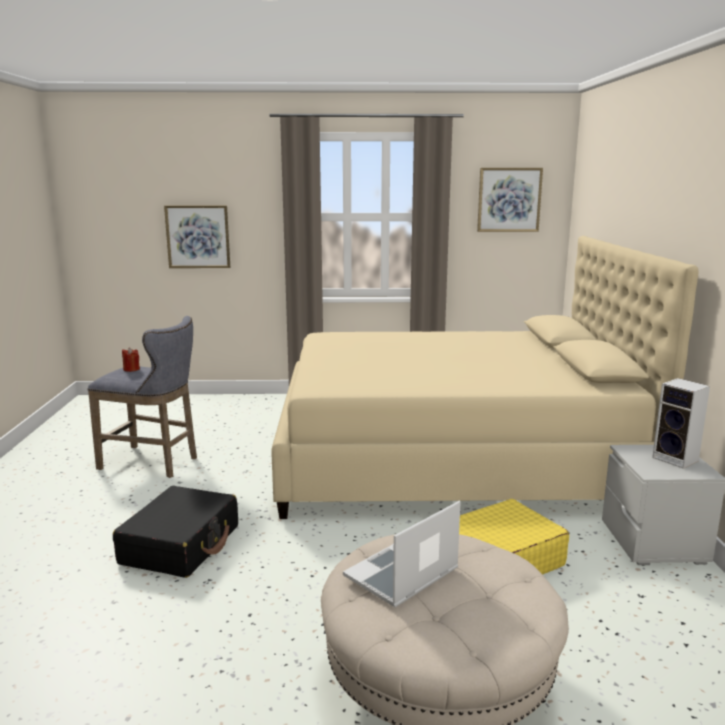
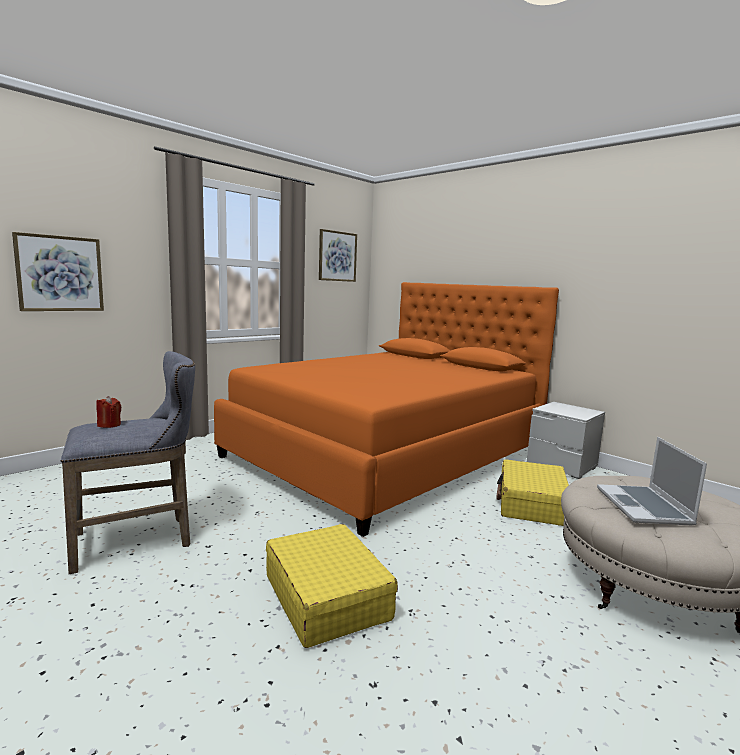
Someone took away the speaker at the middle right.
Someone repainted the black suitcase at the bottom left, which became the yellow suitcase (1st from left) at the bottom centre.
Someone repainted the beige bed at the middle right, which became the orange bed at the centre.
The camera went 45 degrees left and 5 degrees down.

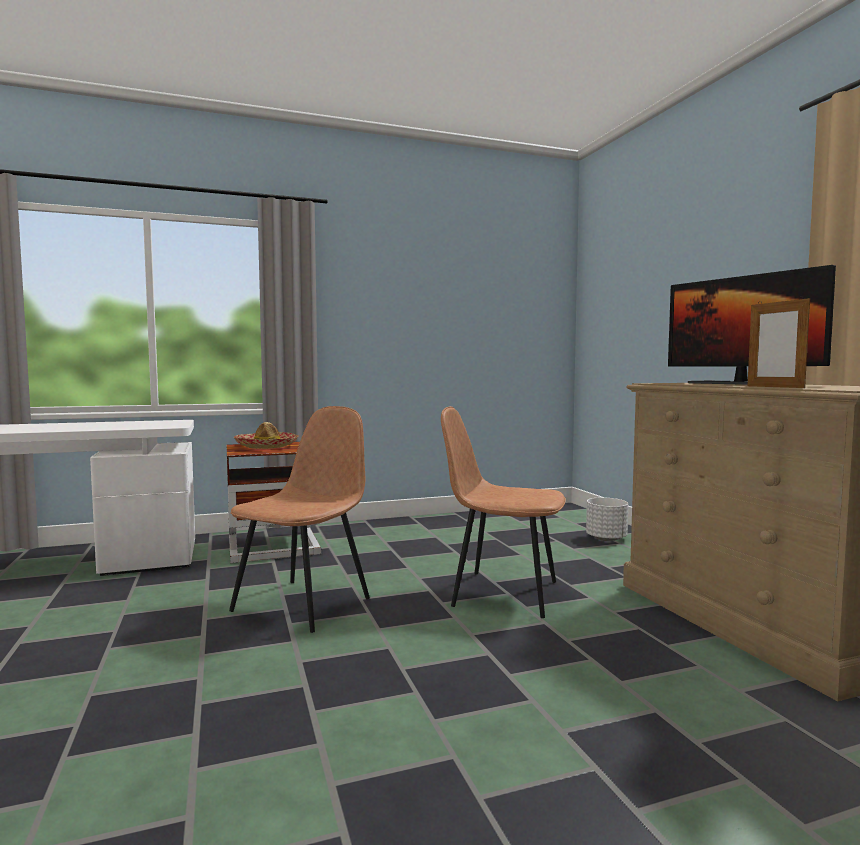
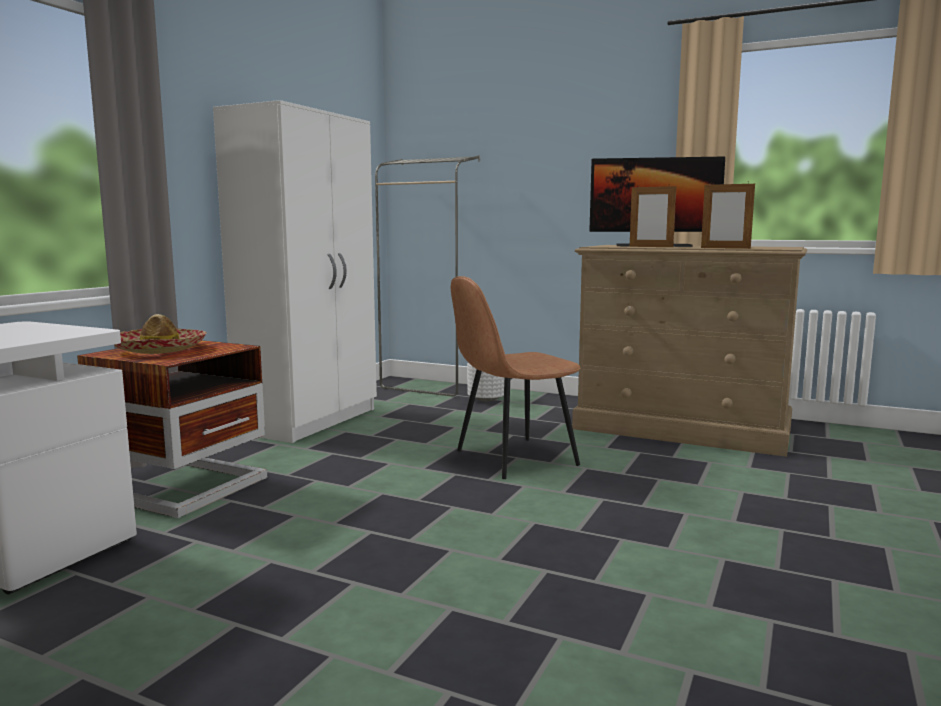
Someone took away the brown chair (1st from left) at the centre.
Someone put down the white wardrobe at the middle left.
Someone put down the grey clothes rack at the centre.
Someone put down the picture frame (1st from left) at the top right.
The camera went 45 degrees left and 5 degrees up.

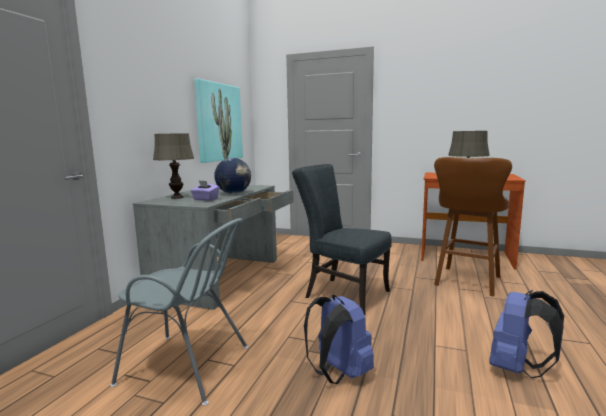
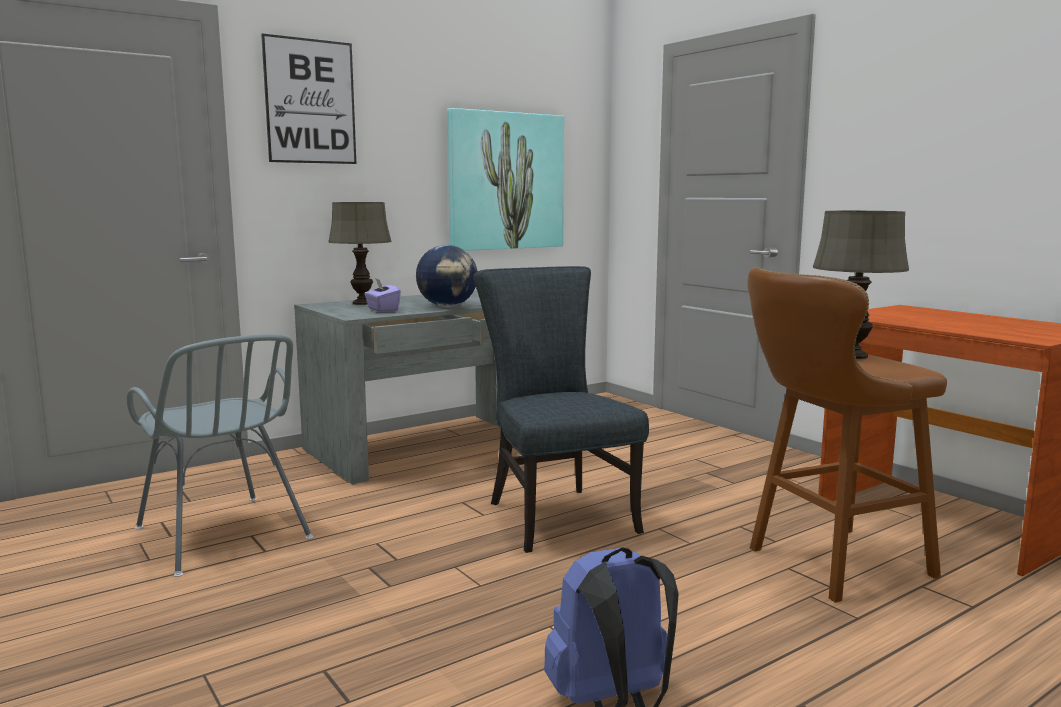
Someone took away the blue backpack (1st from left) at the bottom centre.
Someone put up the picture (1st from left) at the top left.
The camera went 35 degrees right and 0 degrees up.

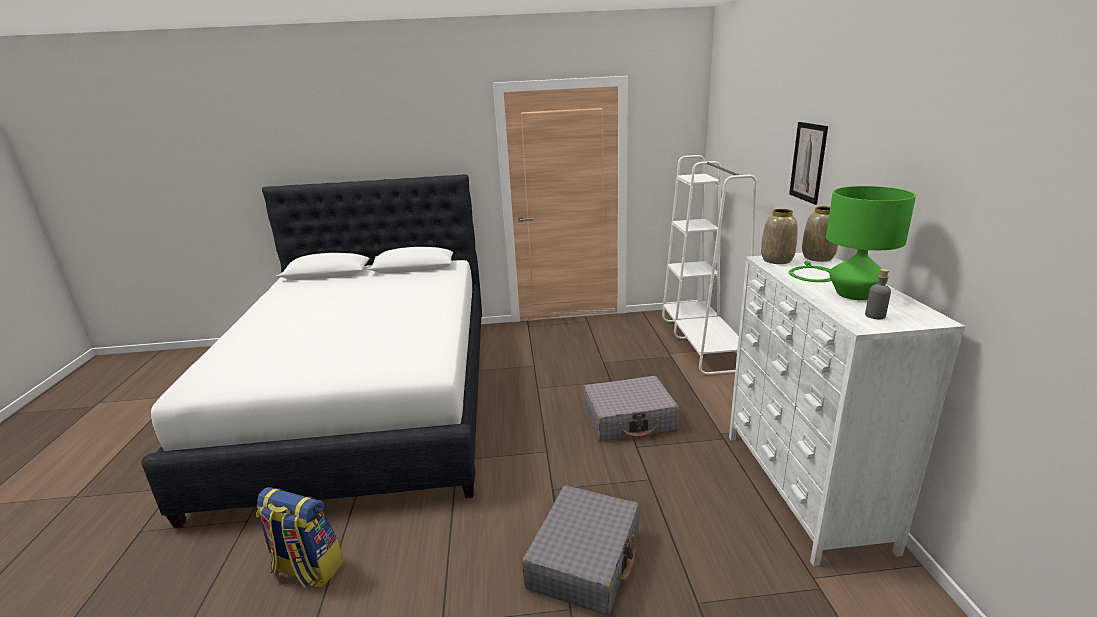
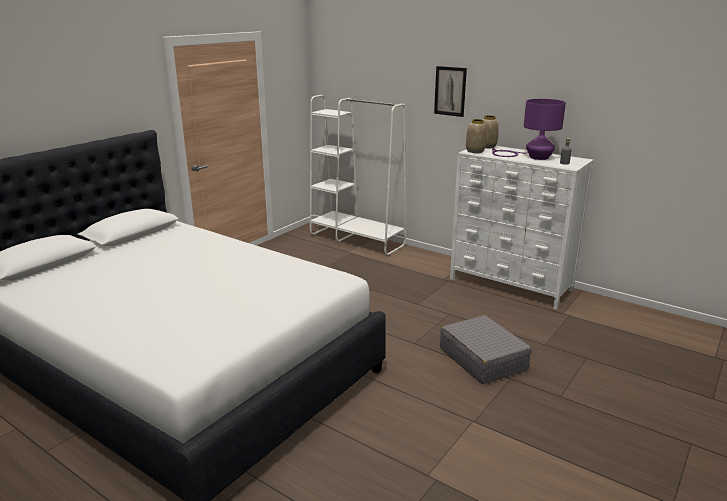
Someone took away the backpack at the bottom left.
Someone took away the grey suitcase (2nd from left) at the centre.
Someone repainted the green table lamp at the middle right, which became the purple table lamp at the top right.
The camera went 50 degrees left and 0 degrees up.

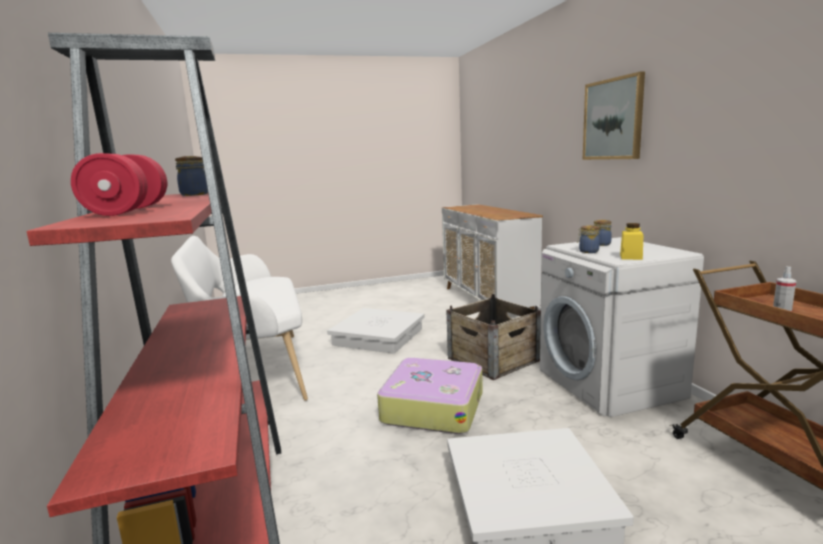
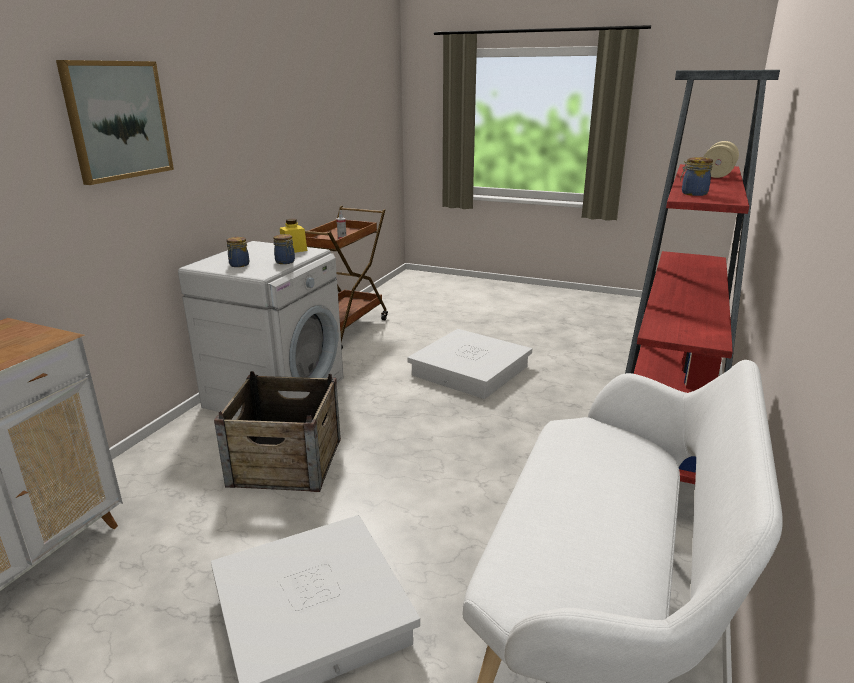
Someone took away the suitcase at the bottom centre.
Someone repainted the red dumbbell at the middle left, which became the beige dumbbell at the top right.
The camera went 140 degrees left and 10 degrees up.

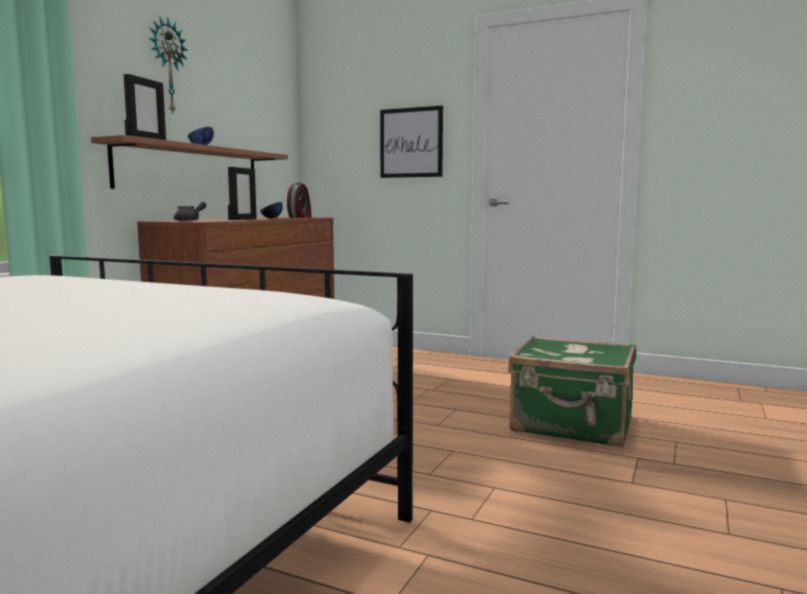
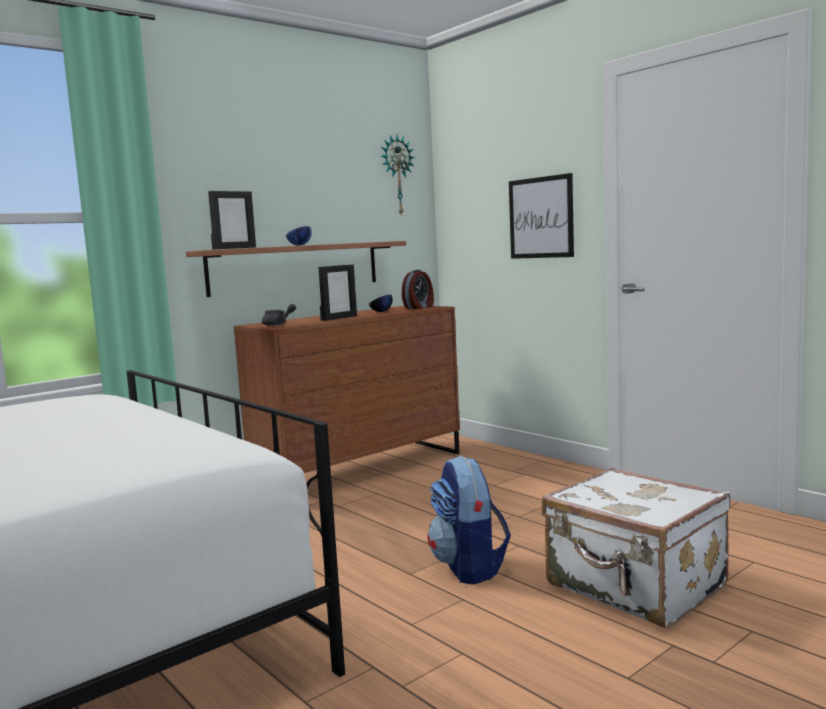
Someone put down the backpack at the bottom centre.
Someone carried the wall clock from the top left to the top centre.
Someone repainted the green suitcase at the middle right, which became the white suitcase at the bottom right.
The camera went 25 degrees right and 0 degrees up.

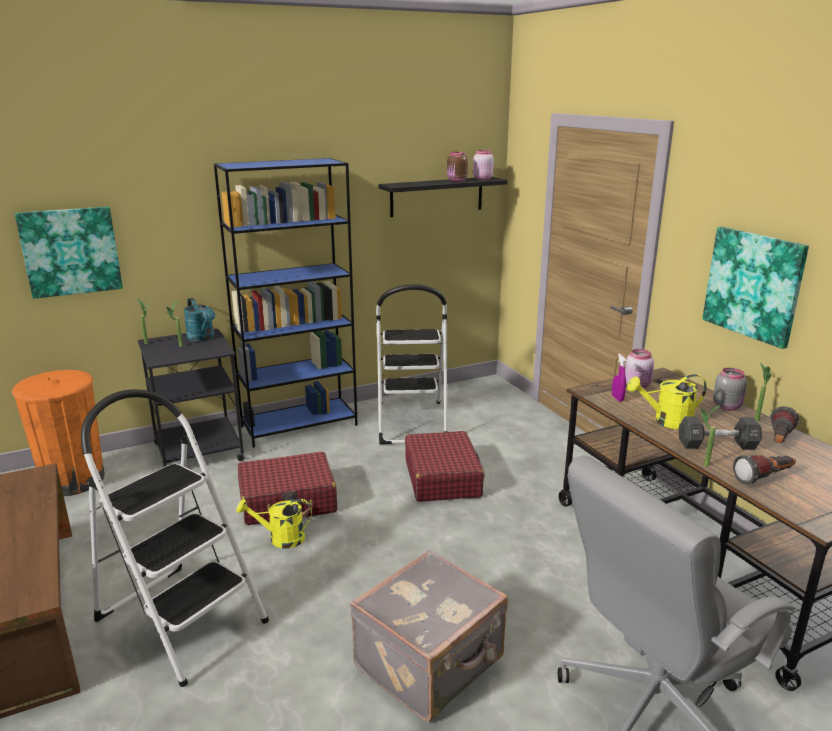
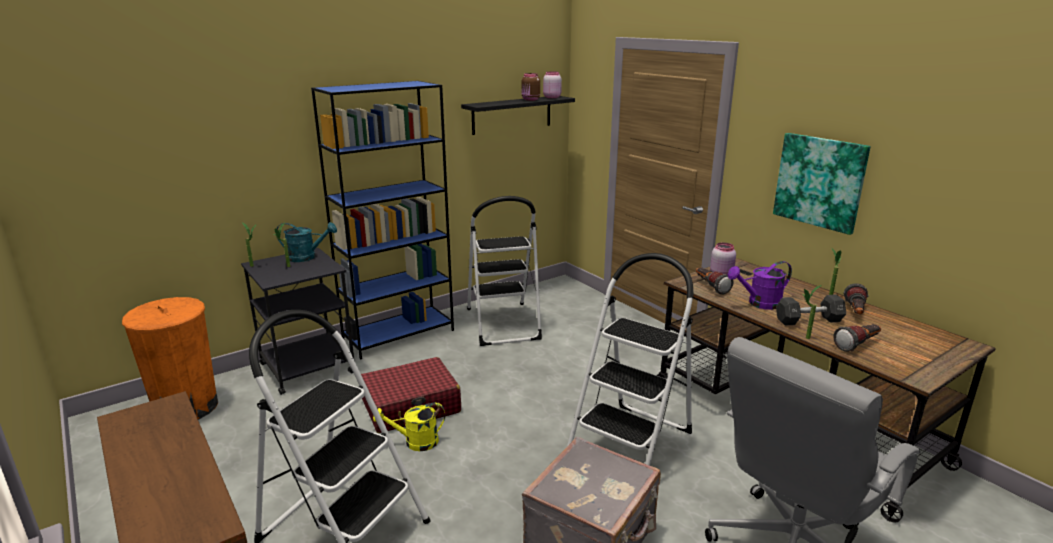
Someone took away the picture (1st from left) at the middle left.
Someone took away the red suitcase (2nd from left) at the centre.
Someone took away the grey jar at the middle right.
Someone put down the step ladder (3rd from left) at the centre.
Someone swapped the purple spray bottle at the middle right for the flashlight (1st from left) at the middle right.
Someone repainted the yellow watering can (2nd from left) at the middle right, which became the purple watering can at the middle right.
Someone rotated the turquoise watering can at the middle left by 45 degrees counterclockwise.
The camera went 10 degrees left and 0 degrees up.

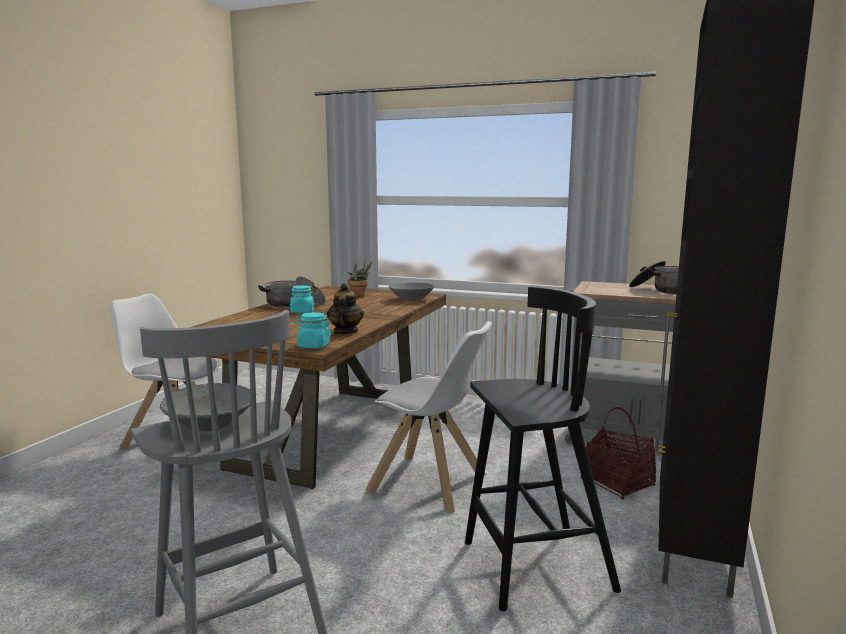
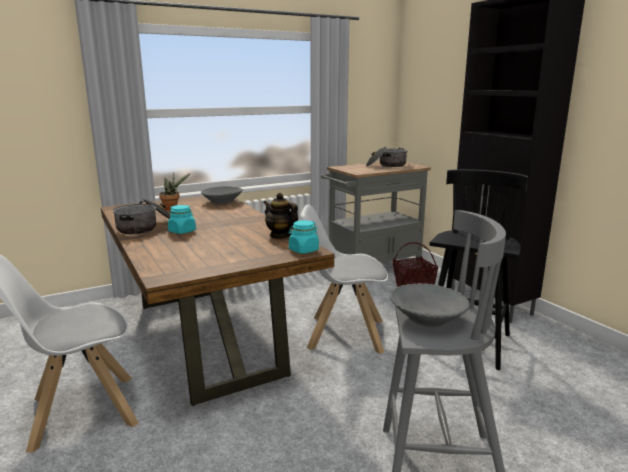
Someone rotated the chair (2nd from left) at the centre by 150 degrees counterclockwise.
The camera went 50 degrees left and 5 degrees up.

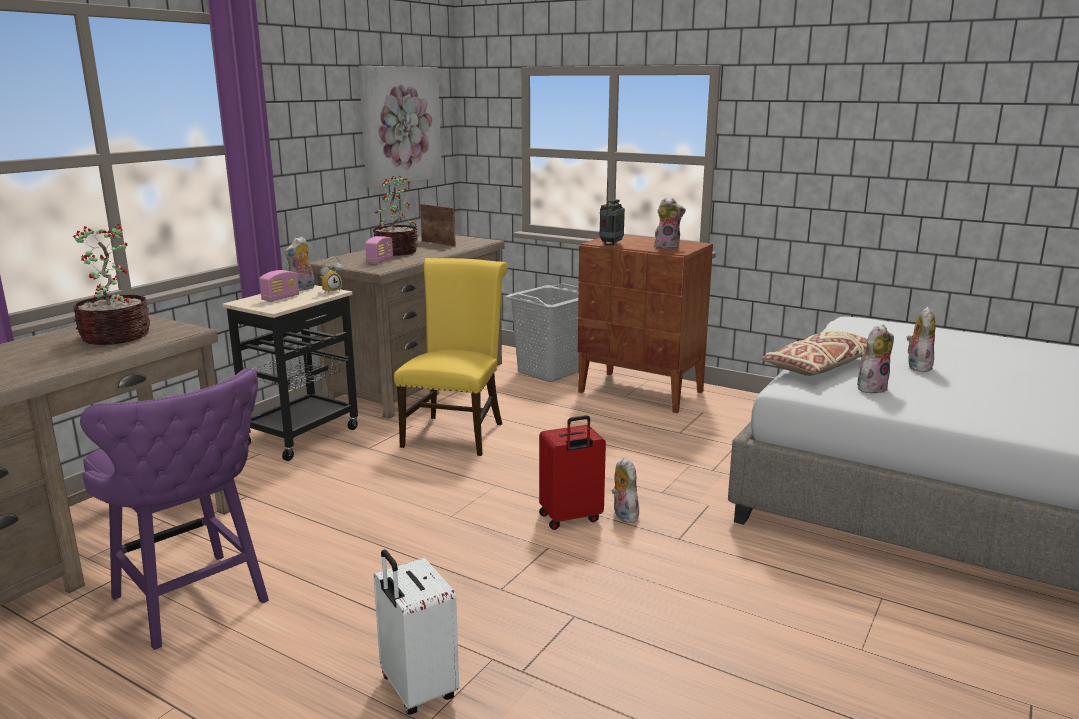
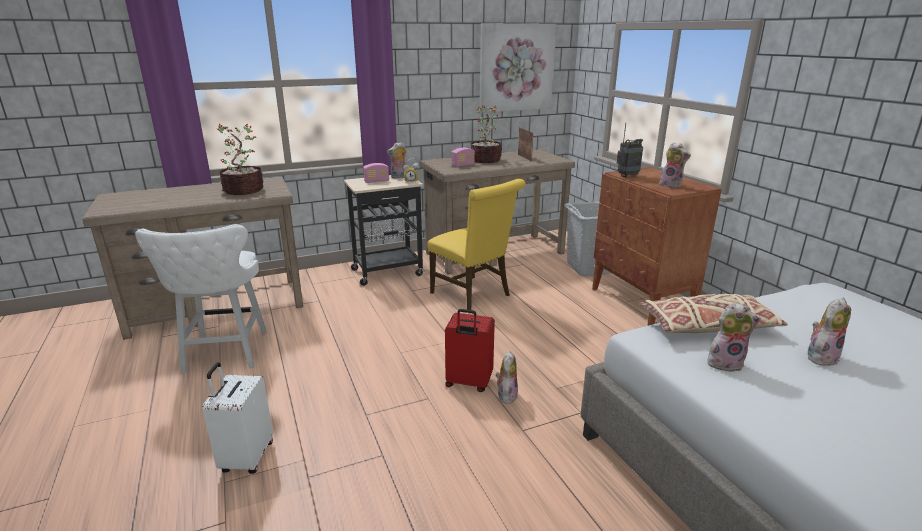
Someone repainted the purple stool at the bottom left, which became the white stool at the middle left.
Someone rotated the yellow chair at the centre by 90 degrees clockwise.
The camera went 35 degrees right and 5 degrees up.

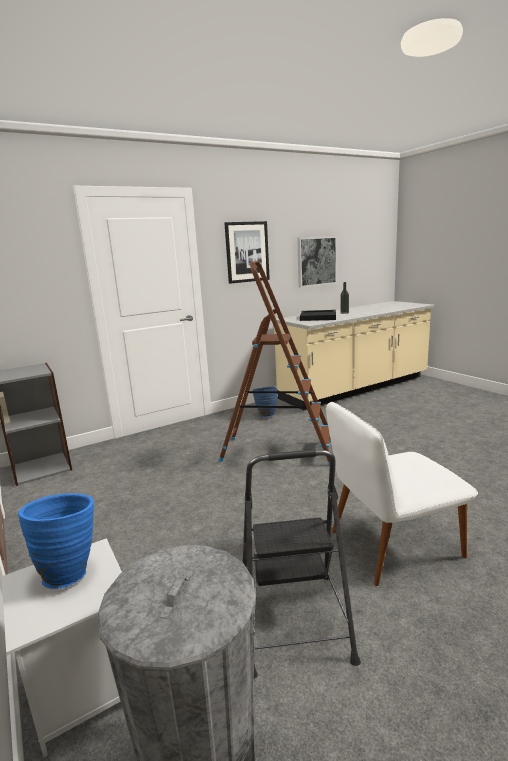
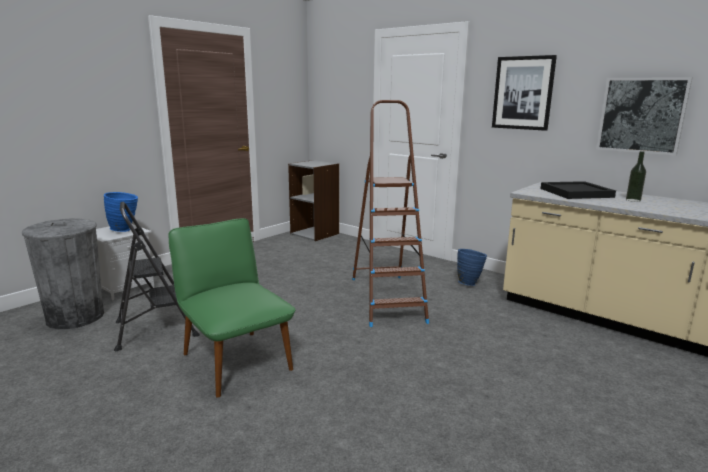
Someone repainted the white chair at the middle right, which became the green chair at the middle left.
The camera went 70 degrees right and 0 degrees up.

